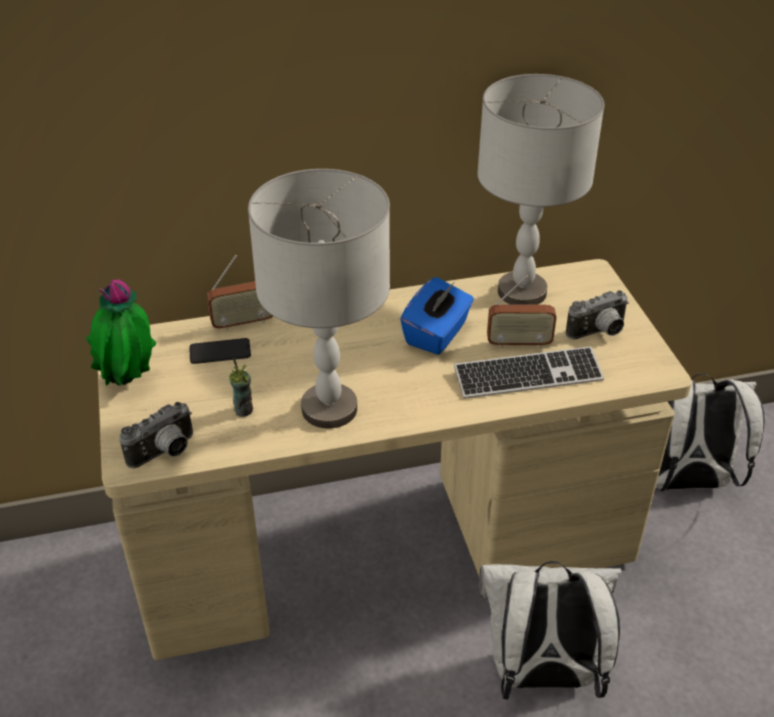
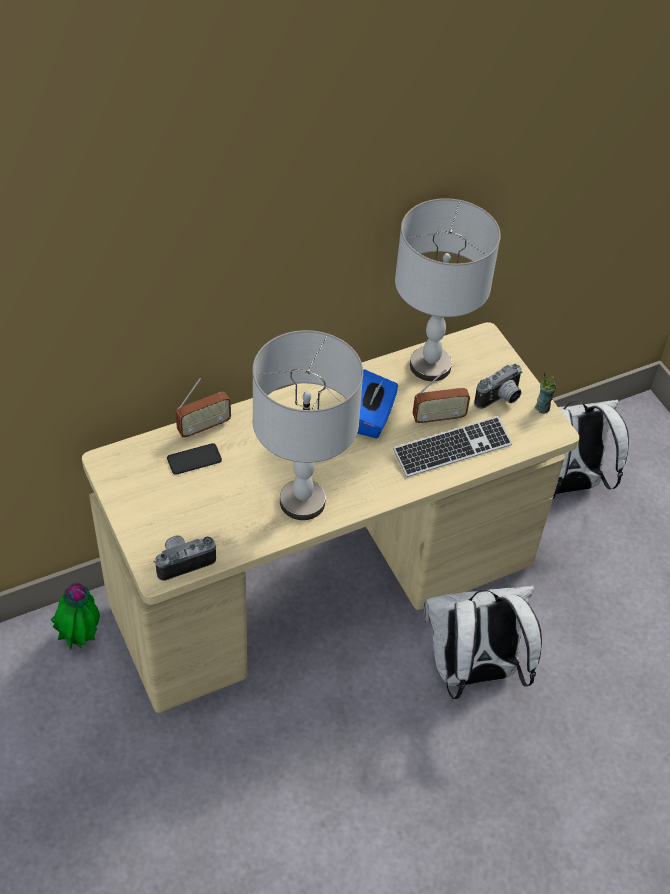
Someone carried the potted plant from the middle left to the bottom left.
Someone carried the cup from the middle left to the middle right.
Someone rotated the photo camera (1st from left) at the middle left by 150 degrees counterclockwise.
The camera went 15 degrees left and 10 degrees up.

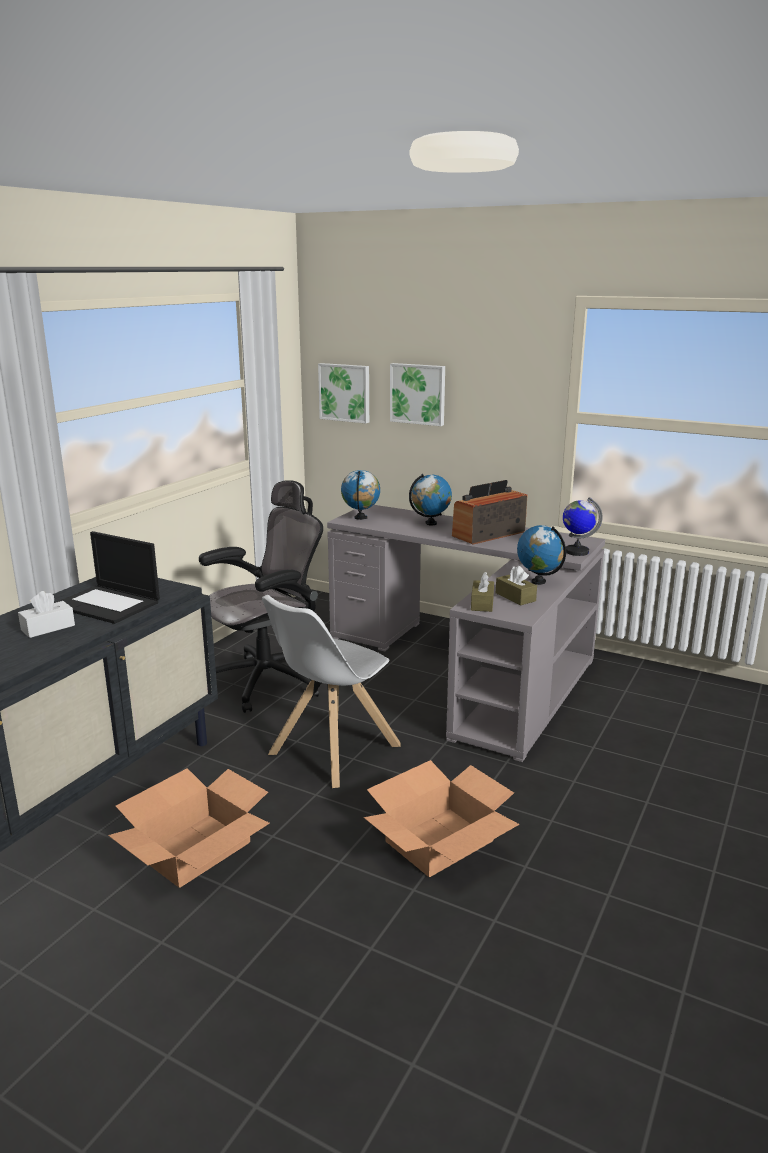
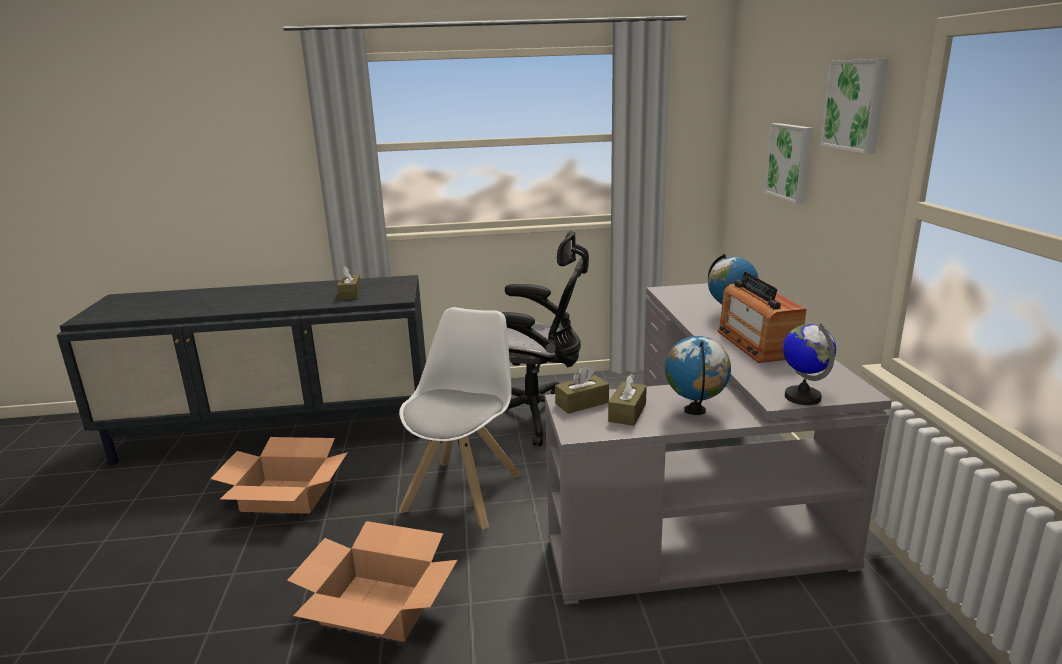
Someone took away the white tissue box at the middle left.
Someone took away the globe (1st from left) at the centre.
Someone carried the picture (1st from left in the first image) from the centre to the top right.
Someone swapped the laptop at the middle left for the brown tissue box (1st from left) at the middle left.
Someone rotated the chair at the centre by 105 degrees clockwise.
Someone rotated the radio at the centre by 120 degrees counterclockwise.
The camera went 55 degrees right and 0 degrees up.

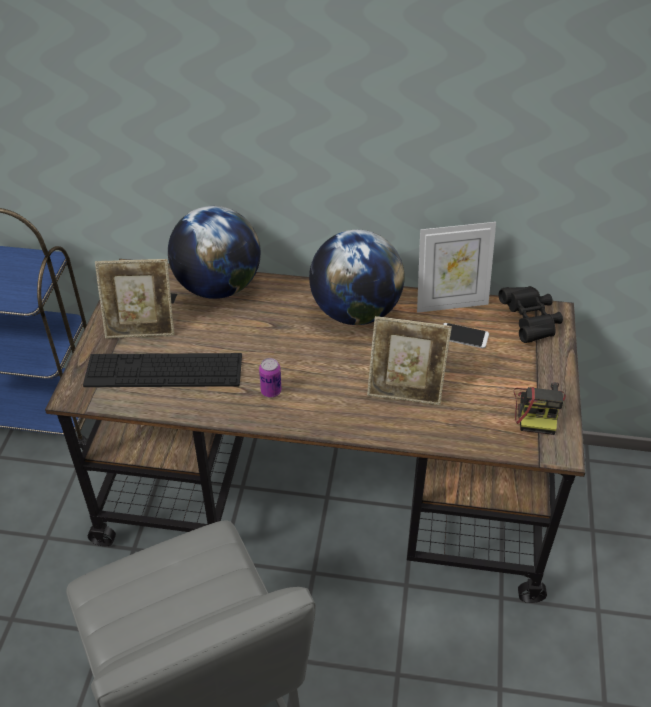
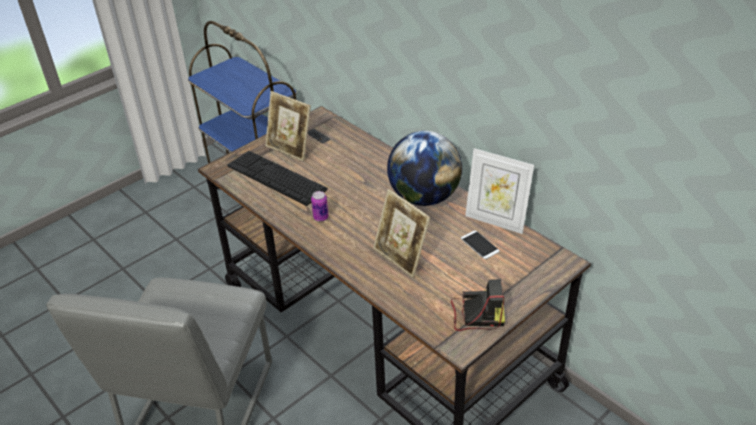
Someone took away the globe (1st from left) at the middle left.
Someone took away the black binoculars at the middle right.
Someone rotated the photo camera at the middle right by 135 degrees counterclockwise.
The camera went 40 degrees right and 5 degrees down.

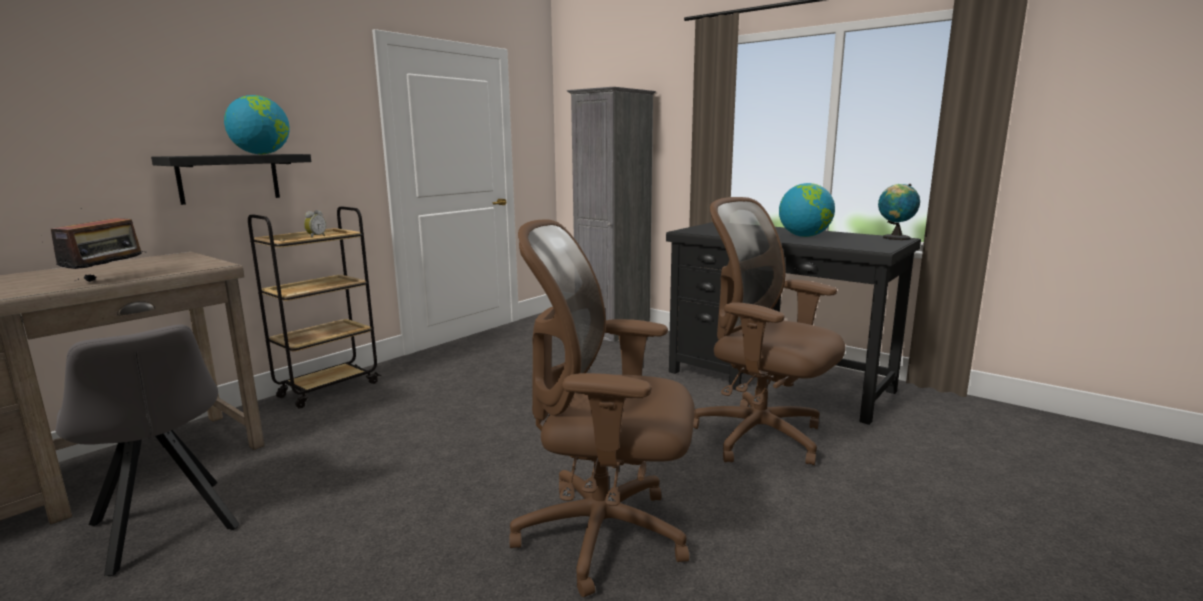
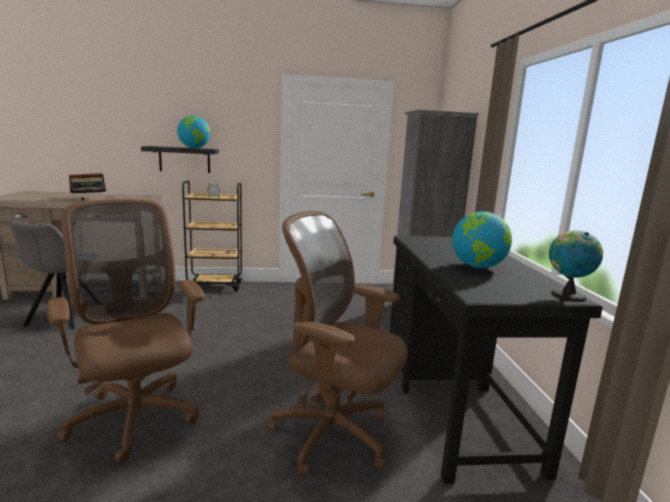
Someone rotated the brown office chair (2nd from left) at the centre by 60 degrees counterclockwise.
The camera went 45 degrees right and 0 degrees up.

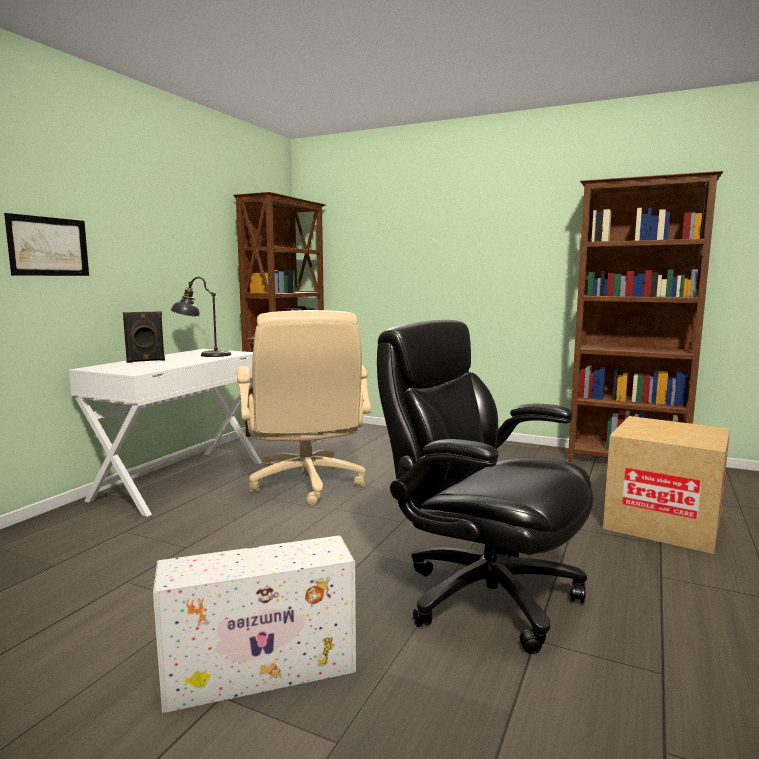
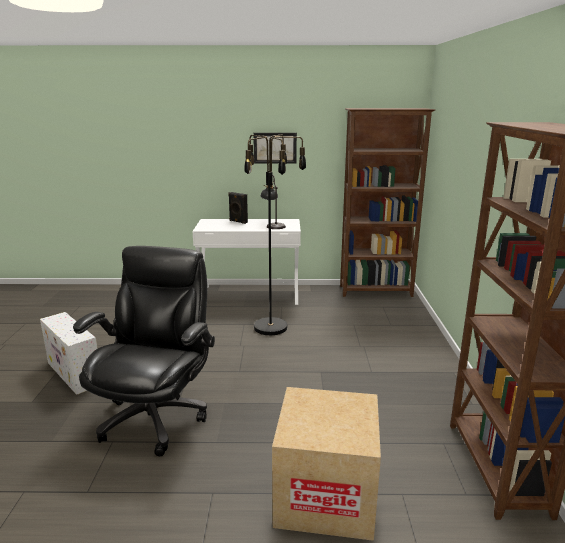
Someone carried the picture from the top left to the top centre.
Someone swapped the beige office chair at the centre for the floor lamp at the centre.
The camera went 65 degrees right and 10 degrees up.

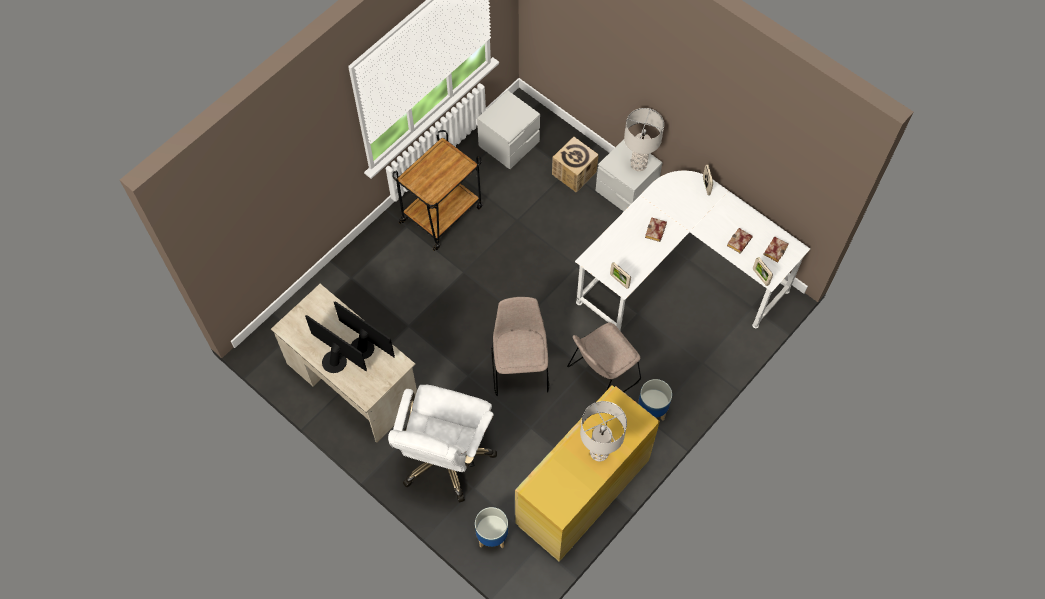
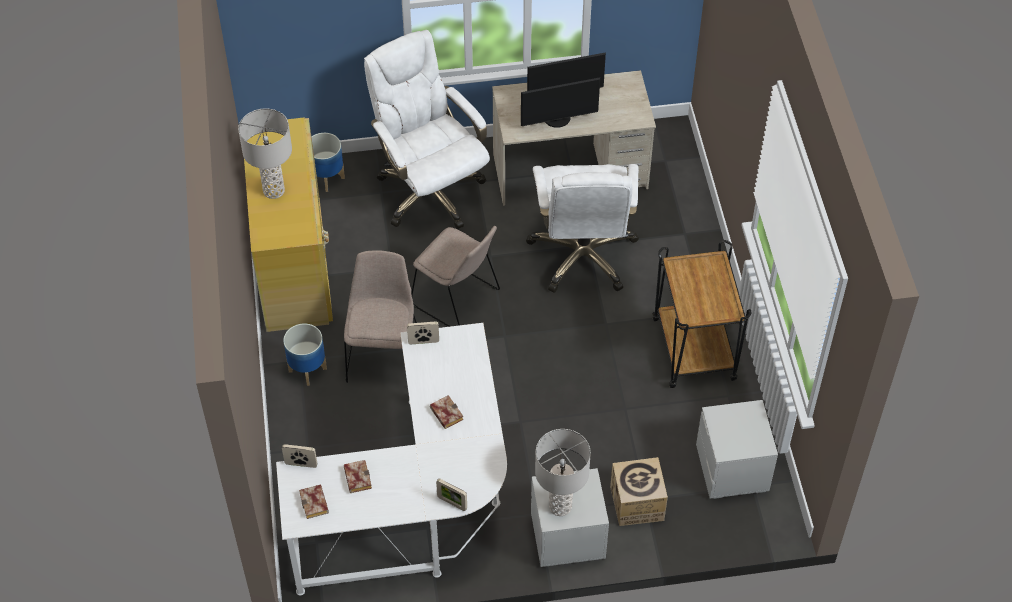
Someone put down the white office chair (2nd from left) at the centre.
The camera went 130 degrees right and 10 degrees down.

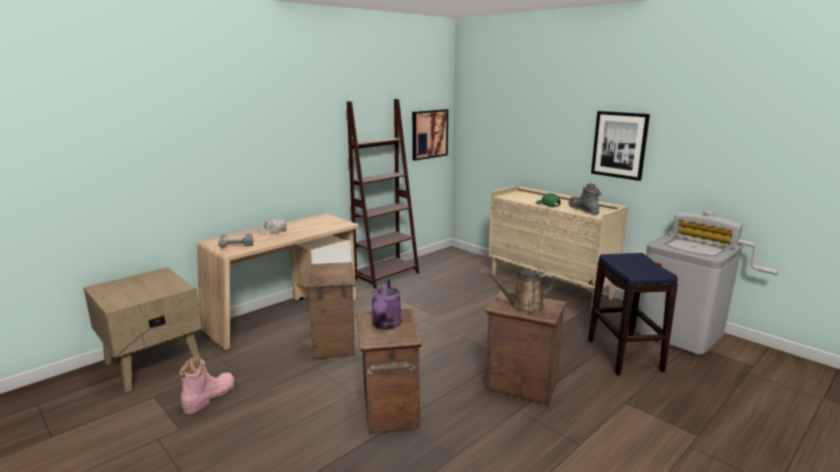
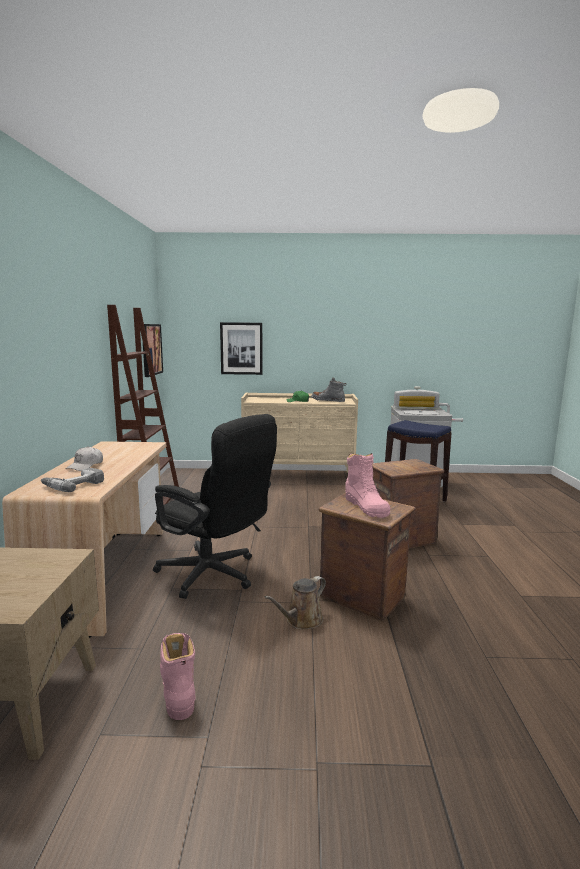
Someone carried the brown watering can from the centre to the bottom centre.
Someone carried the picture (2nd from left) from the top right to the centre.
Someone swapped the crate (1st from left) at the centre for the black office chair at the centre.
Someone swapped the purple watering can at the centre for the pink boot (2nd from left) at the centre.
The camera went 45 degrees left and 5 degrees down.

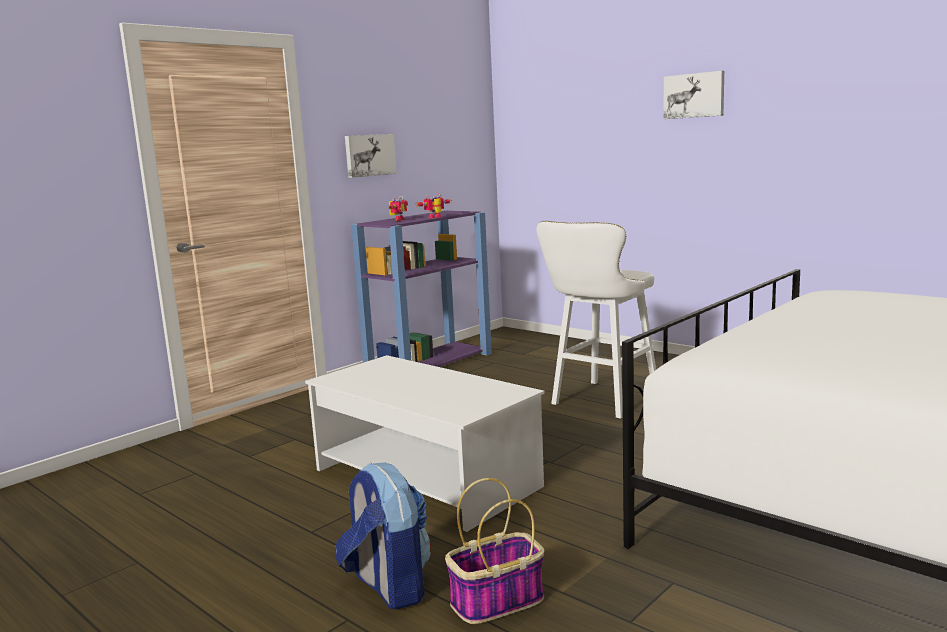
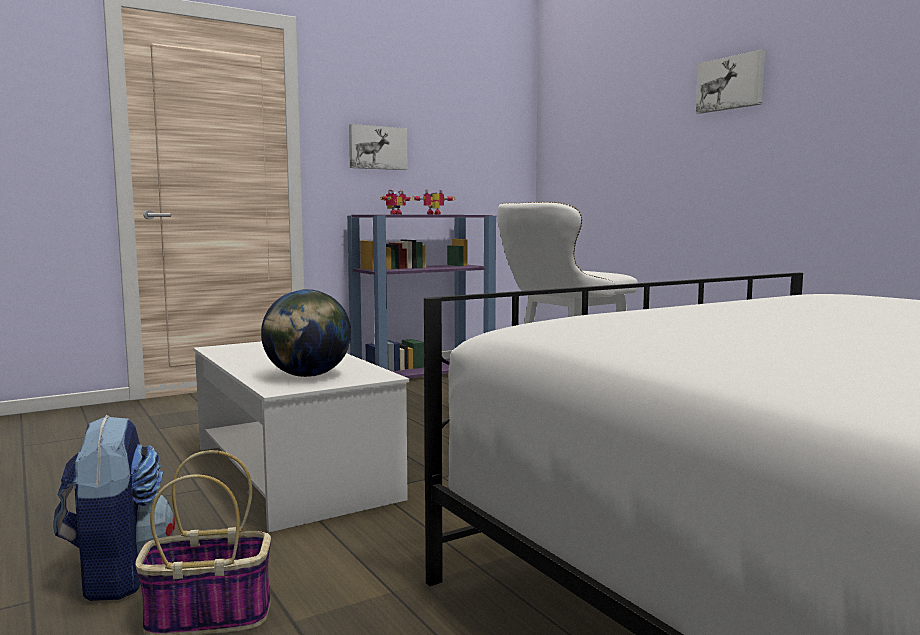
Someone put down the globe at the middle left.
The camera went 15 degrees right and 5 degrees down.

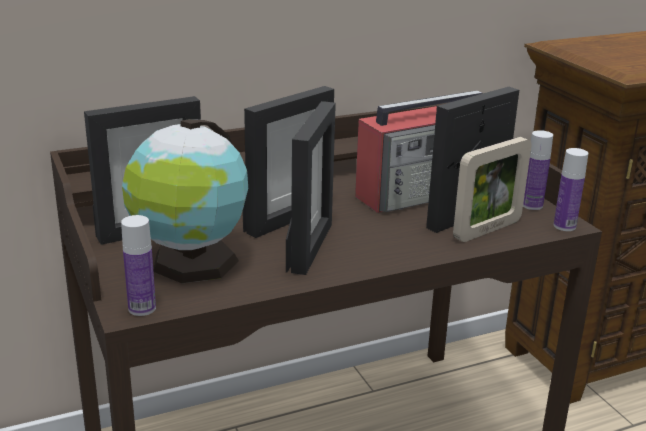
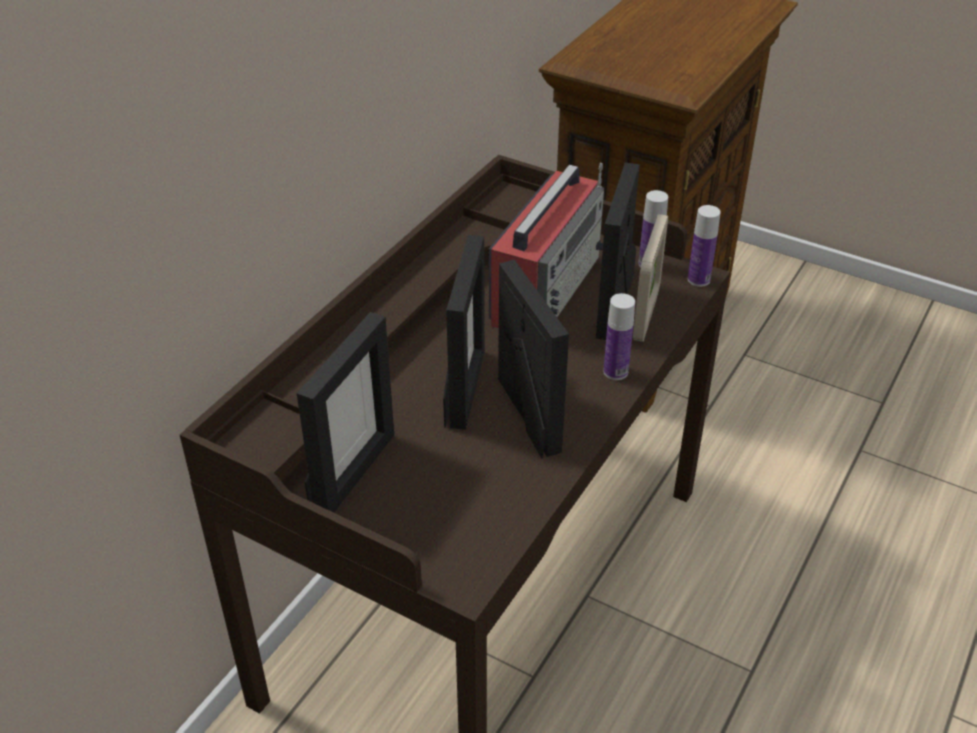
Someone took away the globe at the middle left.
Someone carried the bottle (1st from left) from the middle left to the centre.
The camera went 35 degrees left and 15 degrees up.

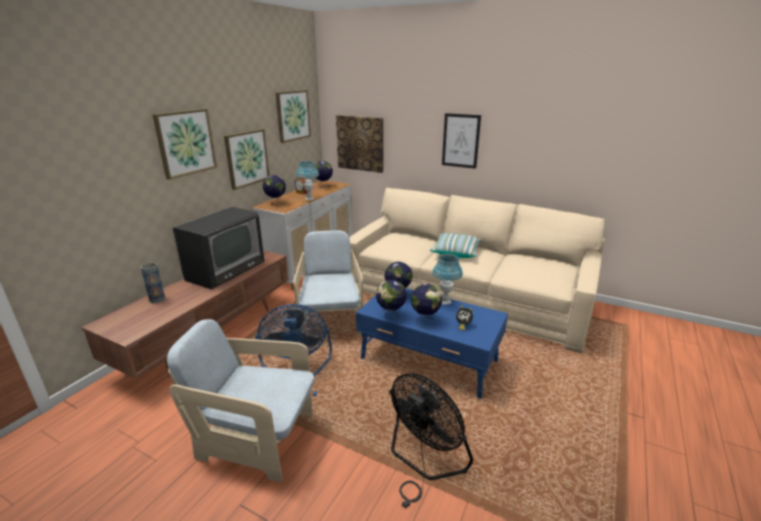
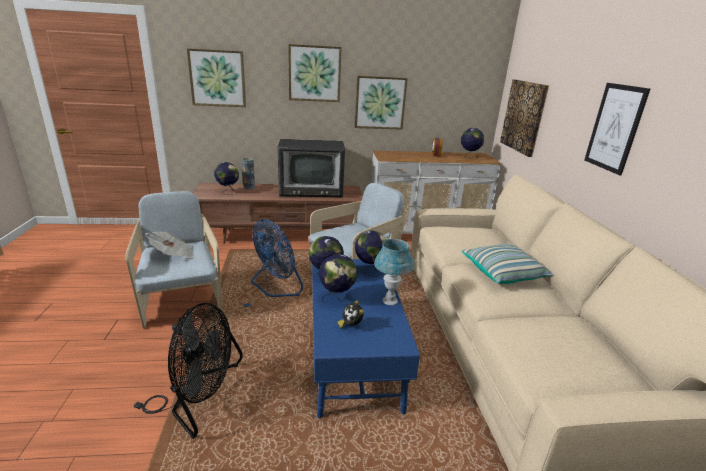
Someone took away the blue table lamp (1st from left) at the centre.
Someone put down the newspaper at the middle left.
Someone carried the globe (1st from left) from the centre to the middle left.
Someone carried the picture (3rd from left in the first image) from the top centre to the top left.
The camera went 55 degrees right and 0 degrees up.

